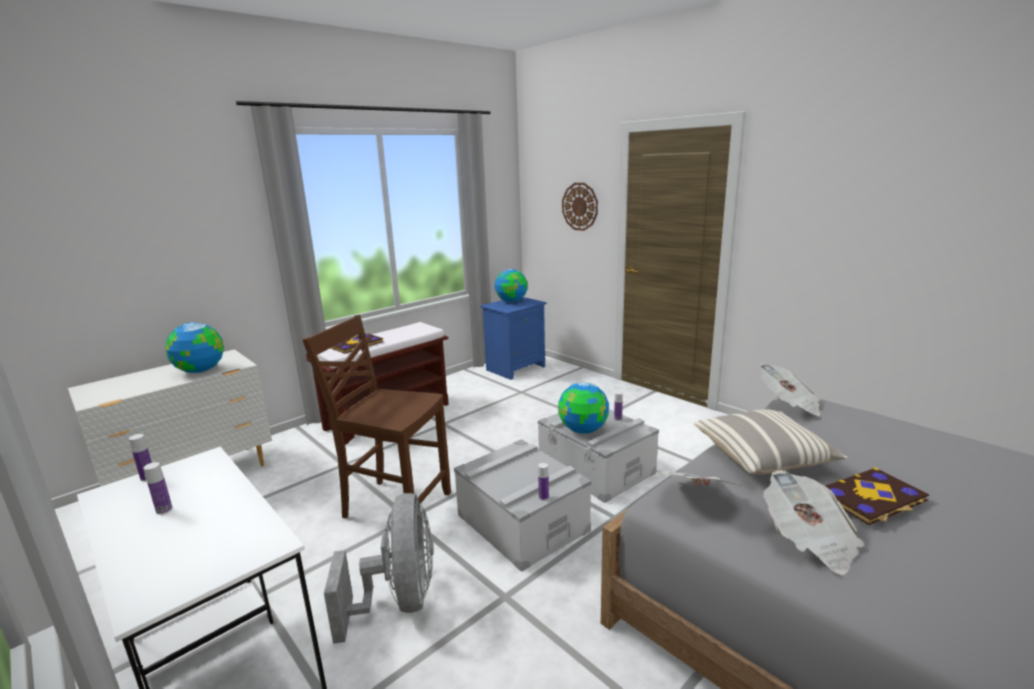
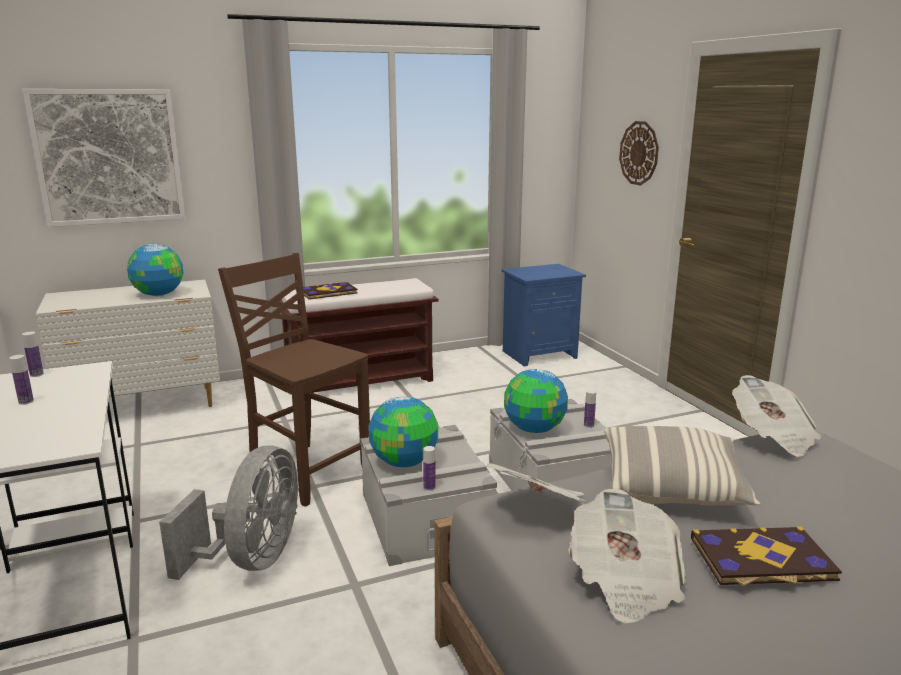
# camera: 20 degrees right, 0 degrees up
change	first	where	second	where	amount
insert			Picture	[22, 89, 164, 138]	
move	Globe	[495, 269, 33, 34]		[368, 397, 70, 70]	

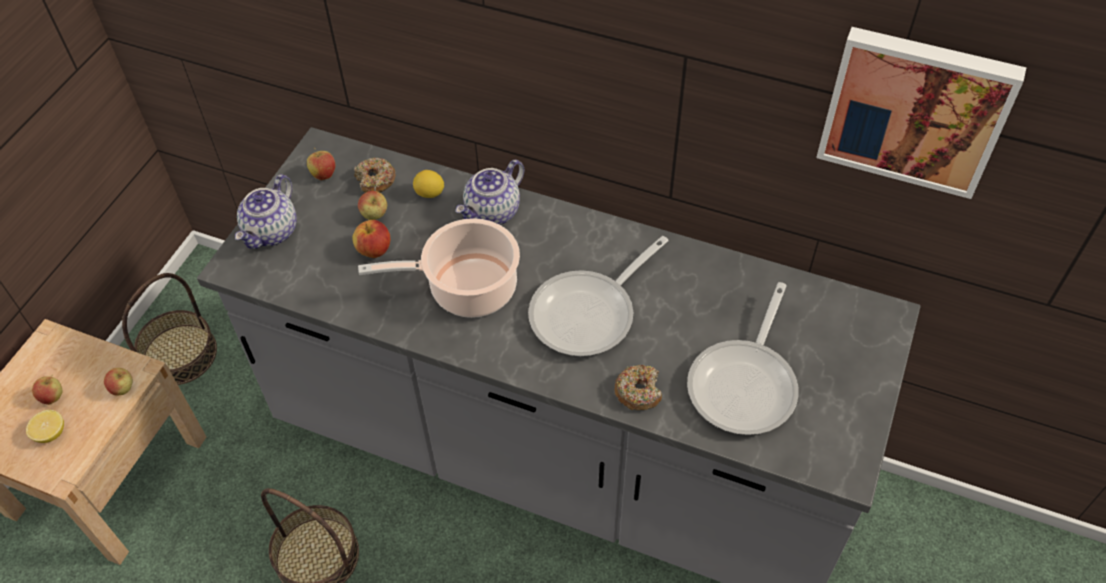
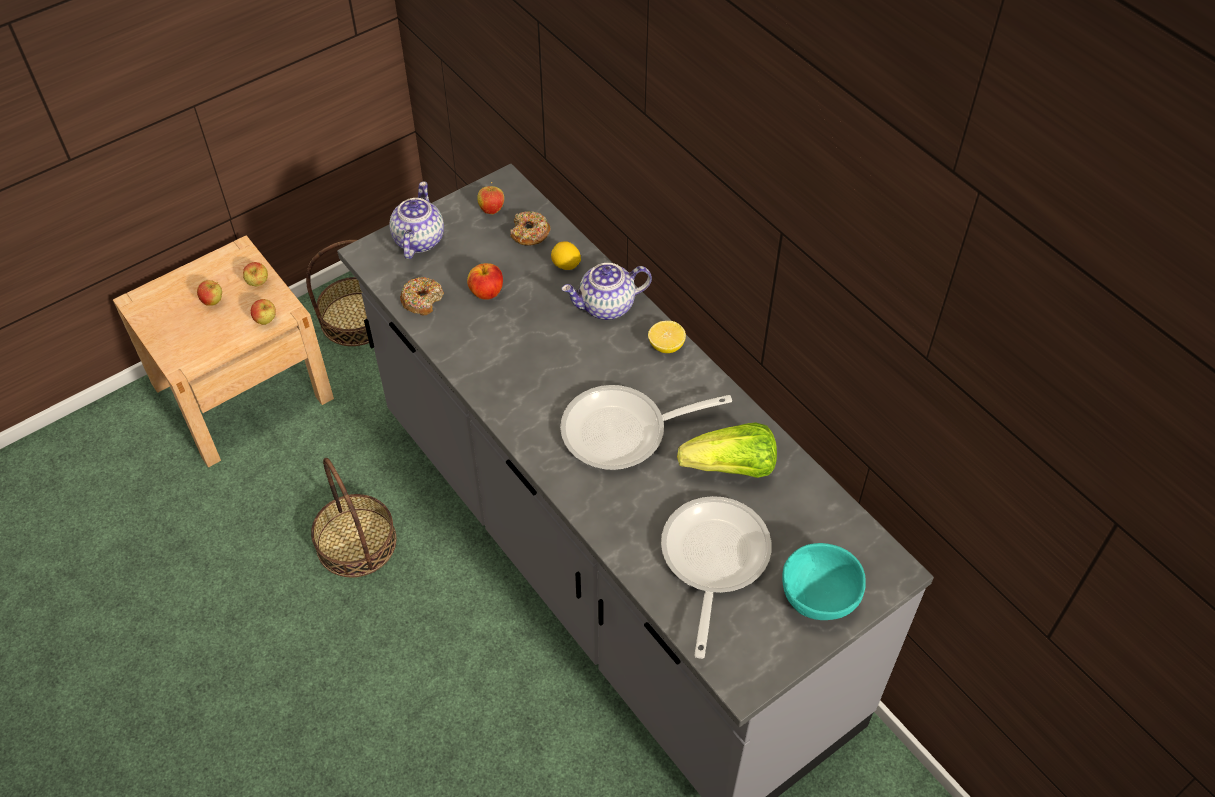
# camera: 30 degrees right, 0 degrees up
change	first	where	second	where	amount
delete	CookingPot	[358, 218, 162, 100]			
delete	Picture	[816, 27, 210, 172]			
insert			Lettuce	[677, 422, 100, 56]	
insert			TurquoiseBowl	[782, 543, 84, 77]	
move	Lemon	[26, 410, 38, 33]		[648, 321, 38, 32]	
move	Apple	[358, 191, 29, 29]		[243, 262, 25, 24]	
move	Donut	[615, 365, 47, 45]		[400, 277, 44, 39]	
rotate	Teapot	[235, 174, 62, 75]		[389, 181, 55, 78]	135 degrees clockwise
rotate	FryingPan	[687, 282, 112, 153]		[661, 496, 111, 163]	135 degrees clockwise

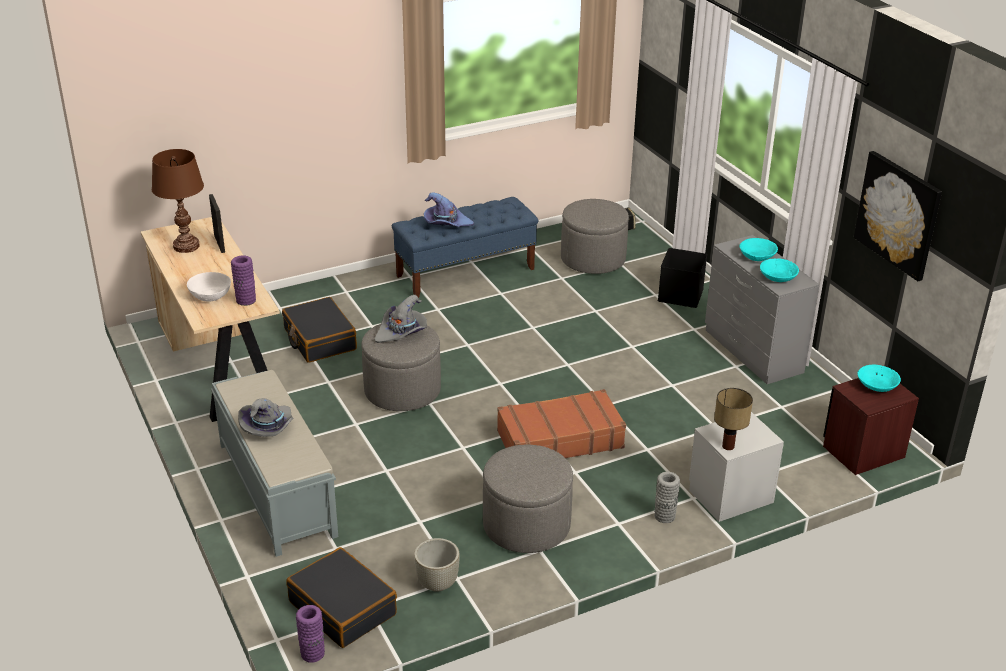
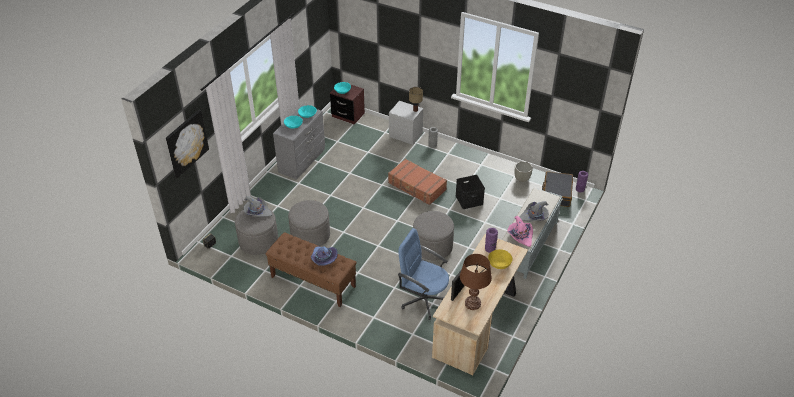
# camera: 125 degrees left, 10 degrees up
change	first	where	second	where	amount
insert			PinkHat	[507, 216, 26, 31]	
move	GreyHat	[375, 295, 52, 48]		[243, 196, 29, 21]	
move	GreyOttoman	[483, 445, 90, 108]		[288, 200, 42, 47]	
move	BlackStorageBox	[658, 248, 49, 60]		[455, 175, 30, 34]	
move	Picture	[854, 151, 88, 130]		[166, 110, 43, 68]	
replace	BlackSuitcase	[282, 297, 75, 66]	BlueOfficeChair	[398, 228, 51, 92]	
recolor	WhiteBowl	[187, 272, 44, 30]	YellowBowl	[488, 249, 25, 20]	
recolor	BlueBench	[392, 197, 146, 101]	BrownBench	[266, 232, 91, 75]	

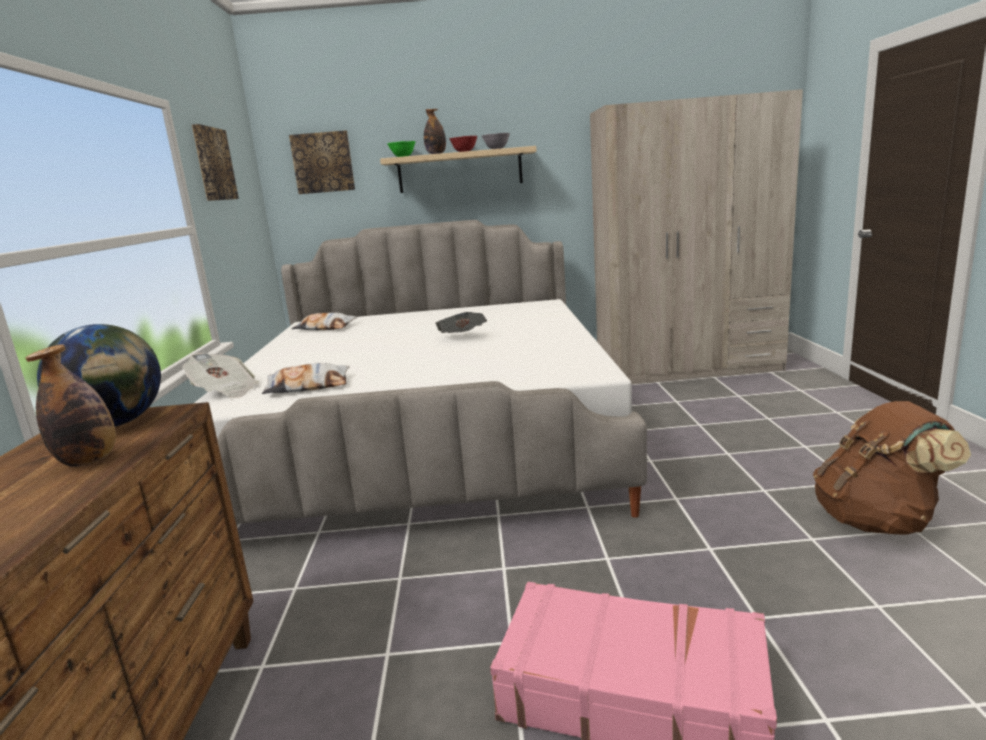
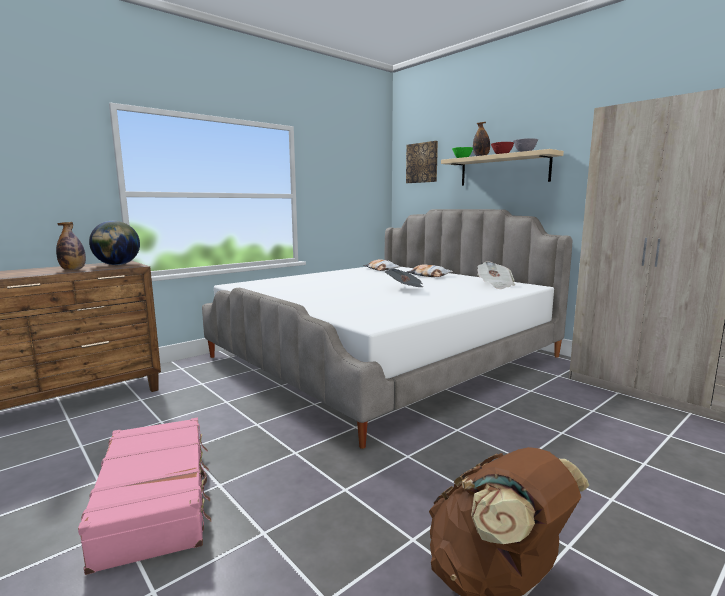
# camera: 50 degrees right, 5 degrees down
change	first	where	second	where	amount
delete	Picture	[192, 124, 47, 77]			
move	Newspaper	[182, 353, 77, 45]		[477, 261, 38, 28]	
move	Pillow	[262, 363, 88, 31]		[407, 265, 46, 12]	

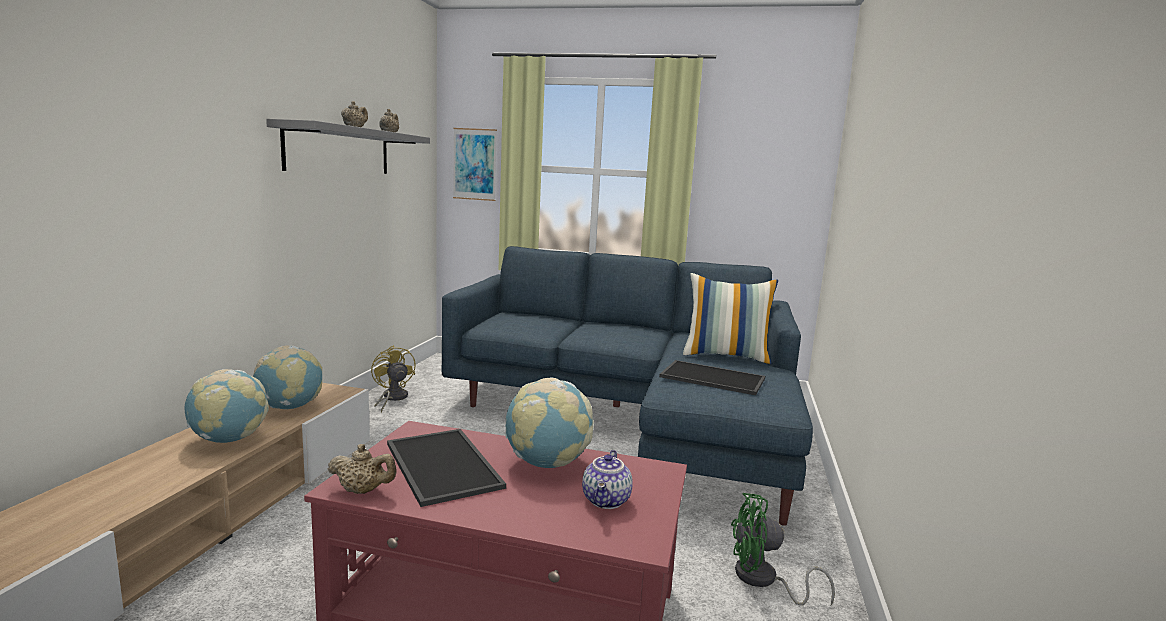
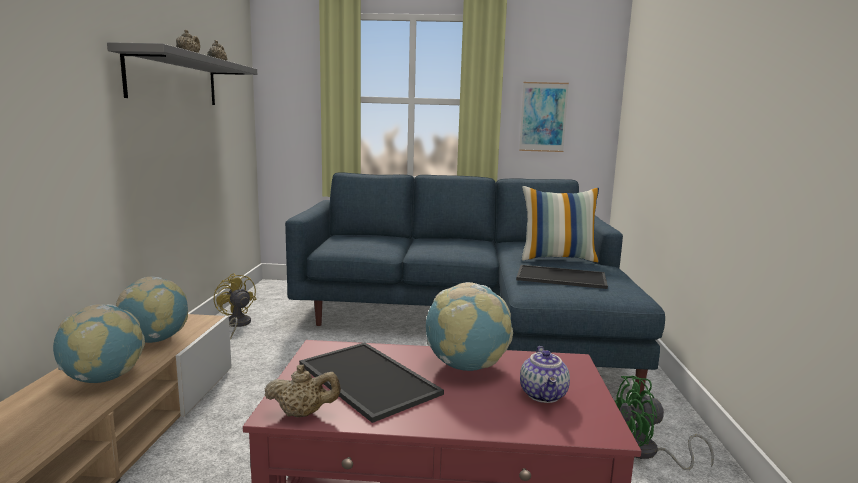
# camera: 10 degrees left, 0 degrees up
change	first	where	second	where	amount
move	Picture	[453, 128, 44, 73]		[519, 82, 50, 70]	

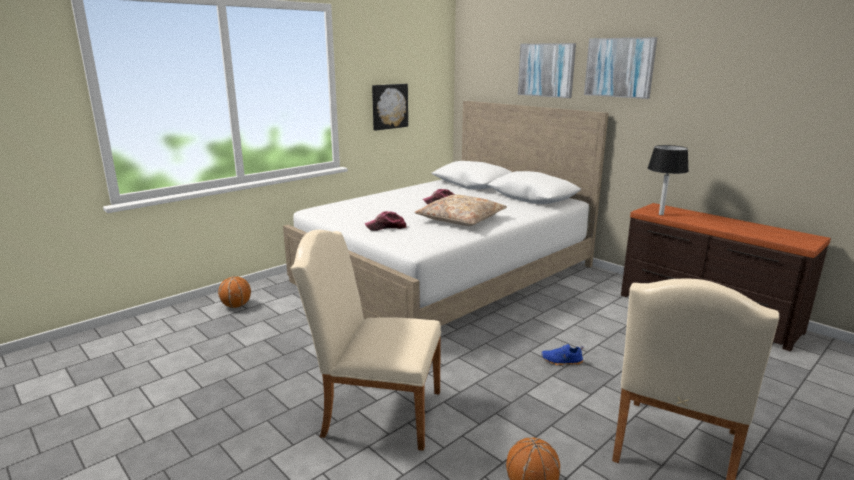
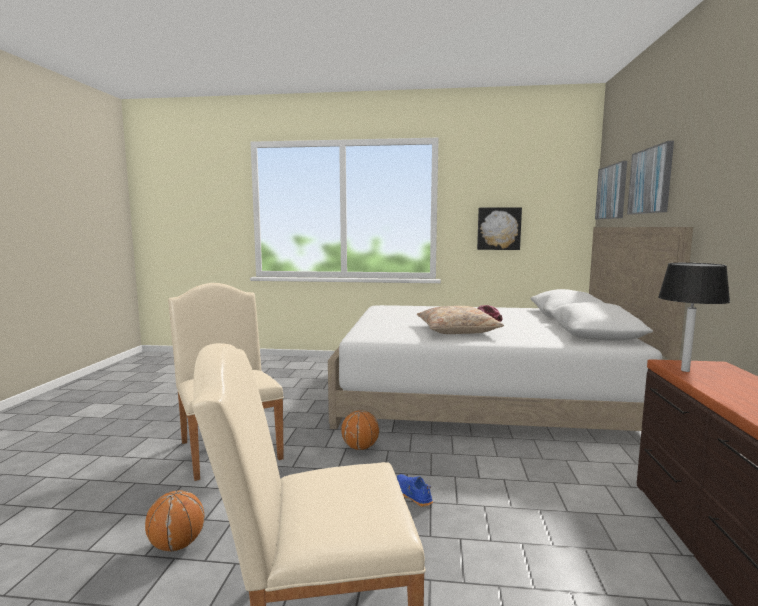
# camera: 50 degrees right, 10 degrees down
change	first	where	second	where	amount
delete	Cap	[365, 211, 41, 20]			
move	Basketball	[218, 276, 33, 32]		[341, 410, 38, 40]	
move	Picture	[584, 37, 73, 62]		[595, 161, 32, 58]	

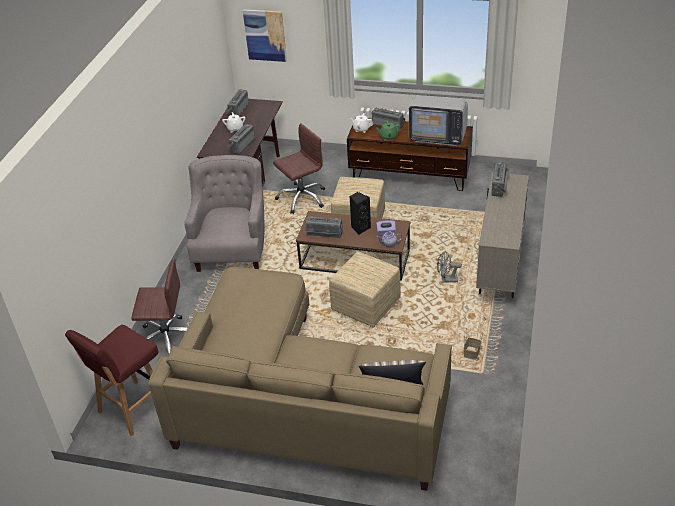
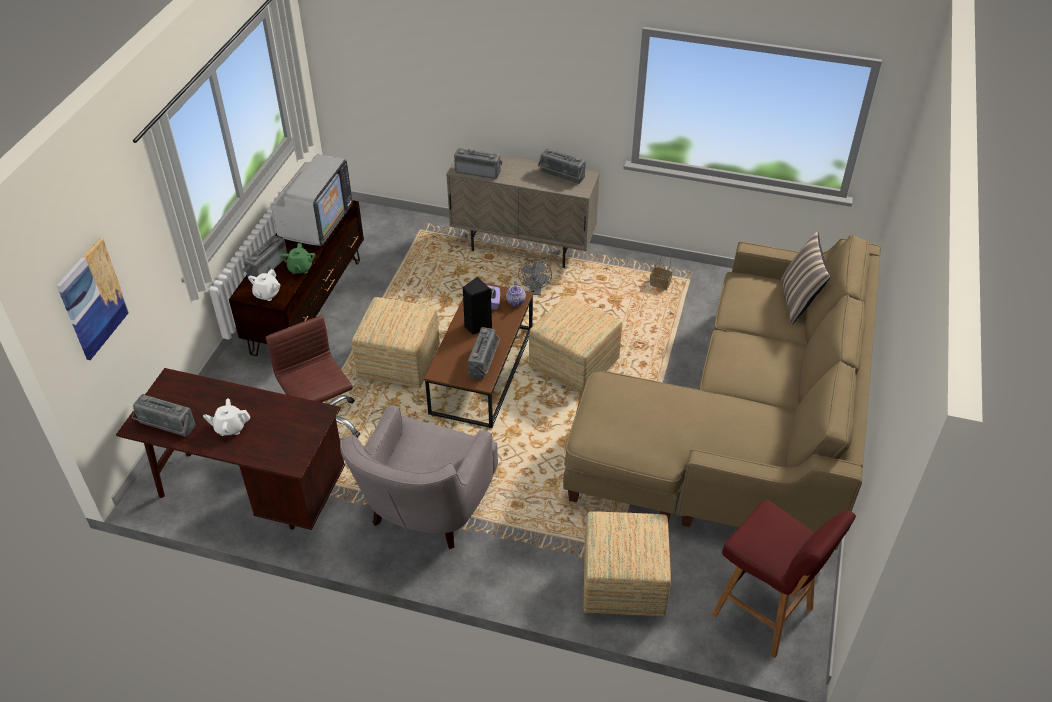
# camera: 90 degrees left, 5 degrees up
change	first	where	second	where	amount
move	Radio	[227, 124, 28, 31]		[538, 148, 48, 36]	
replace	BrownOfficeChair	[131, 258, 57, 97]	Ottoman	[584, 511, 87, 106]	
rotate	GreyArmchair	[184, 155, 80, 117]		[340, 404, 158, 145]	75 degrees counterclockwise

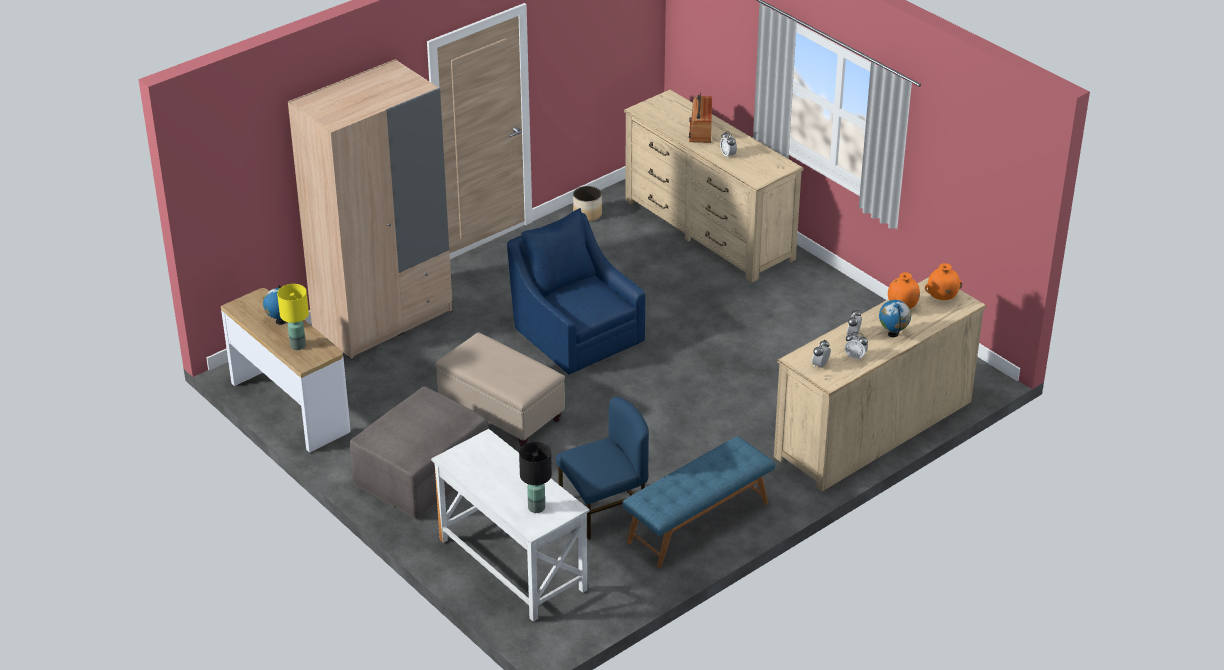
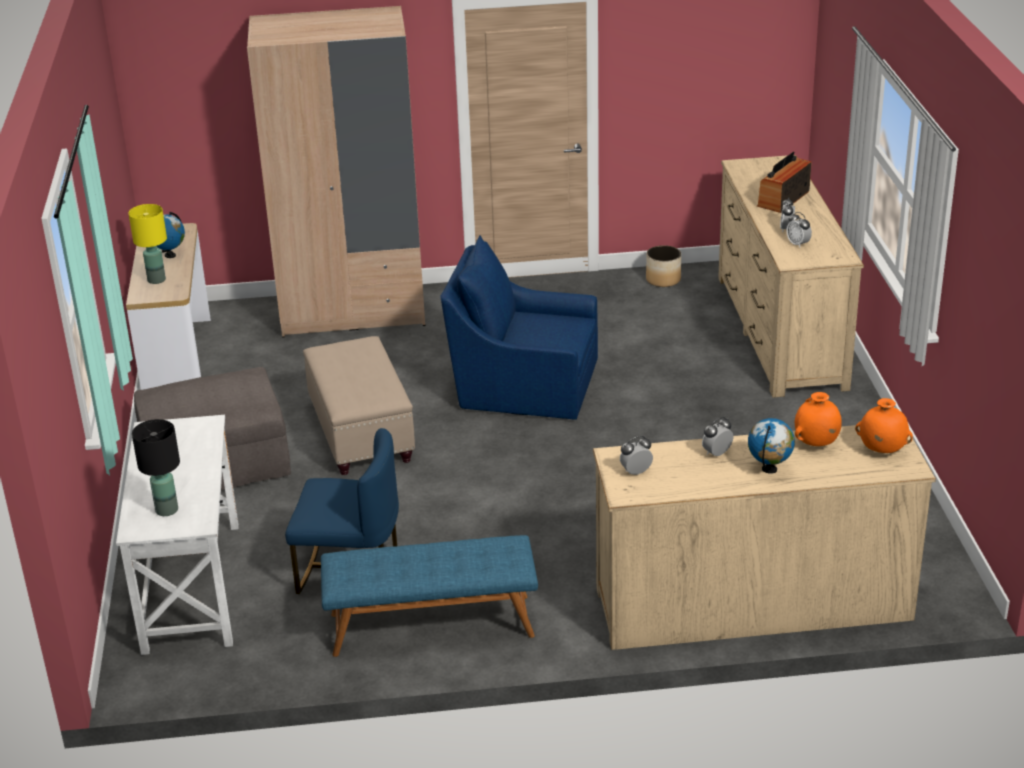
# camera: 35 degrees right, 5 degrees down
change	first	where	second	where	amount
move	AlarmClock	[845, 332, 23, 28]		[786, 212, 26, 35]	
rotate	BlueArmchair	[507, 208, 138, 167]		[440, 235, 158, 185]	75 degrees counterclockwise

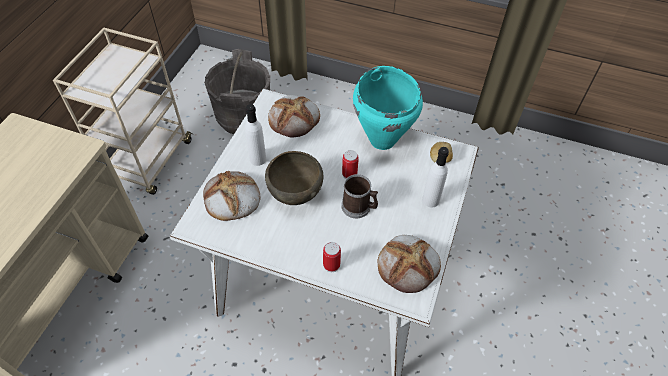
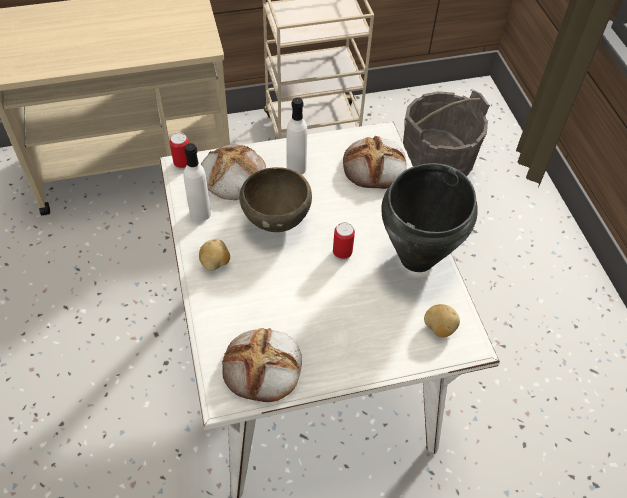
# camera: 55 degrees right, 0 degrees up
change	first	where	second	where	amount
delete	Mug	[341, 174, 37, 44]			
insert			Potato	[199, 239, 31, 31]	
move	Can	[323, 242, 18, 30]		[170, 132, 19, 38]	
move	WhiteBottle	[422, 147, 27, 61]		[184, 143, 27, 79]	
recolor	TurquoiseCookingPot	[353, 66, 70, 84]	BlackCookingPot	[381, 163, 97, 109]	

